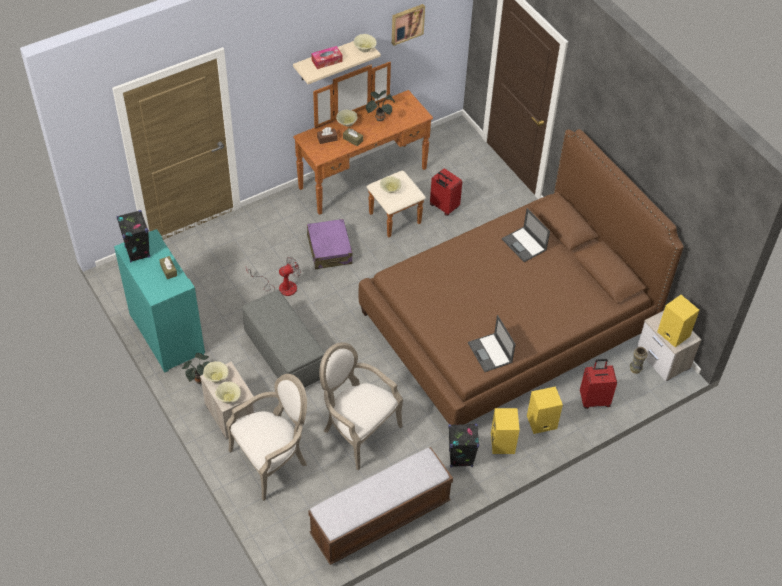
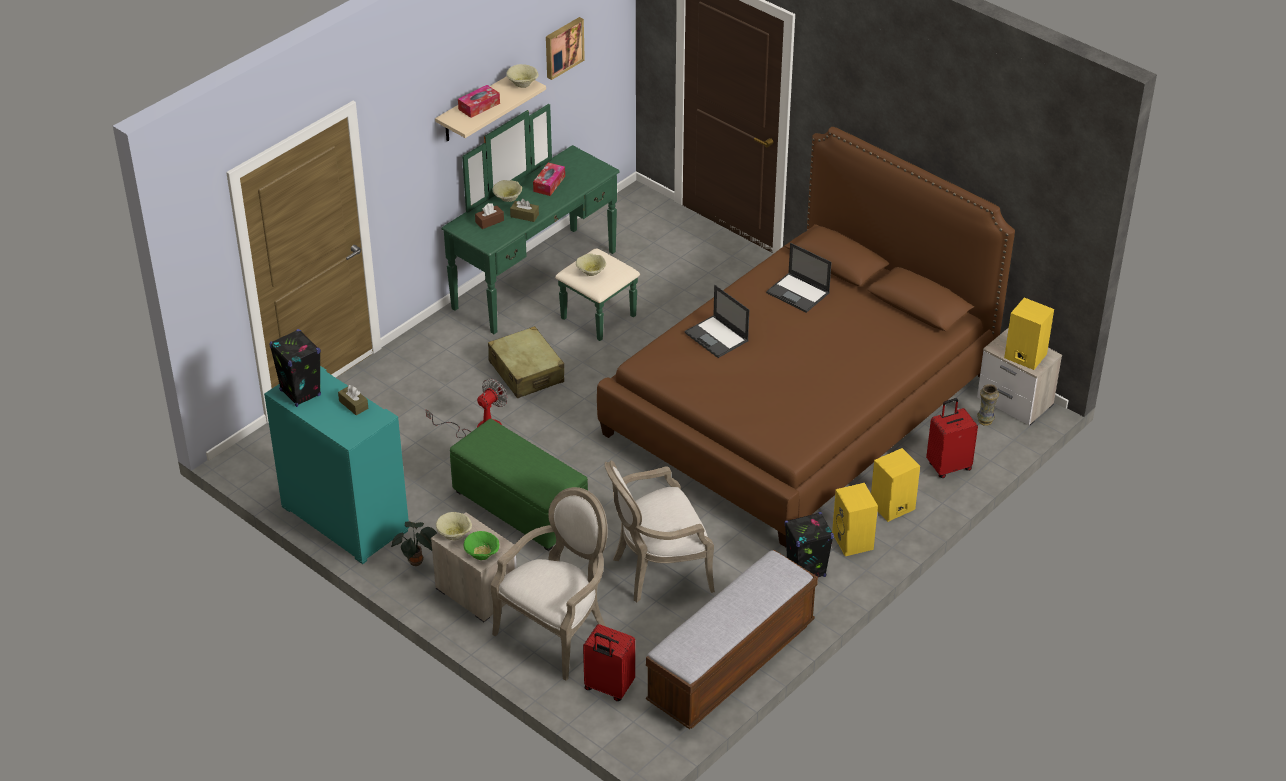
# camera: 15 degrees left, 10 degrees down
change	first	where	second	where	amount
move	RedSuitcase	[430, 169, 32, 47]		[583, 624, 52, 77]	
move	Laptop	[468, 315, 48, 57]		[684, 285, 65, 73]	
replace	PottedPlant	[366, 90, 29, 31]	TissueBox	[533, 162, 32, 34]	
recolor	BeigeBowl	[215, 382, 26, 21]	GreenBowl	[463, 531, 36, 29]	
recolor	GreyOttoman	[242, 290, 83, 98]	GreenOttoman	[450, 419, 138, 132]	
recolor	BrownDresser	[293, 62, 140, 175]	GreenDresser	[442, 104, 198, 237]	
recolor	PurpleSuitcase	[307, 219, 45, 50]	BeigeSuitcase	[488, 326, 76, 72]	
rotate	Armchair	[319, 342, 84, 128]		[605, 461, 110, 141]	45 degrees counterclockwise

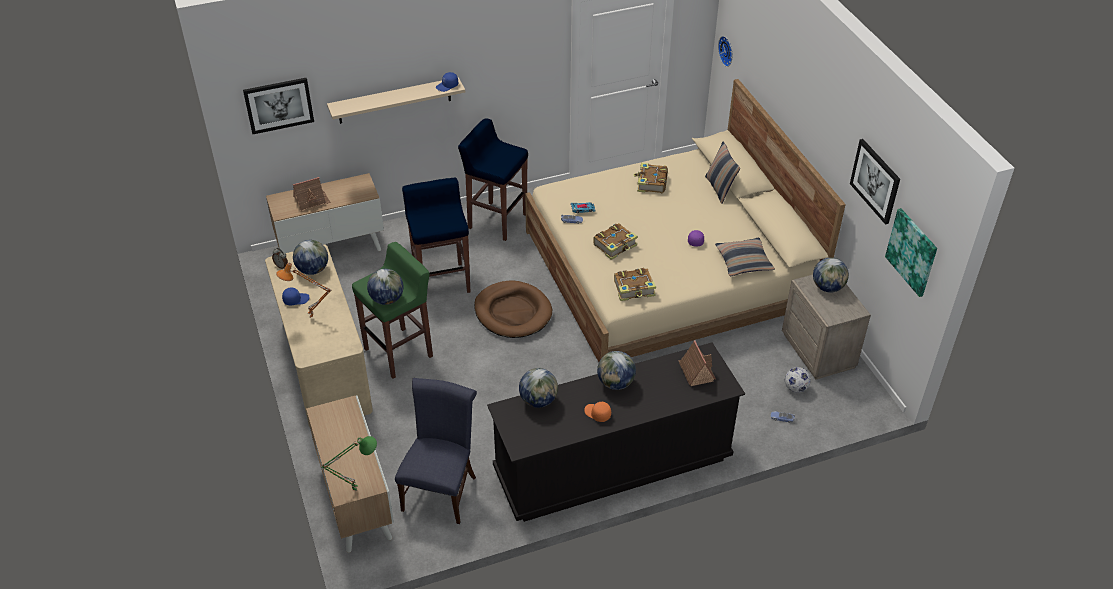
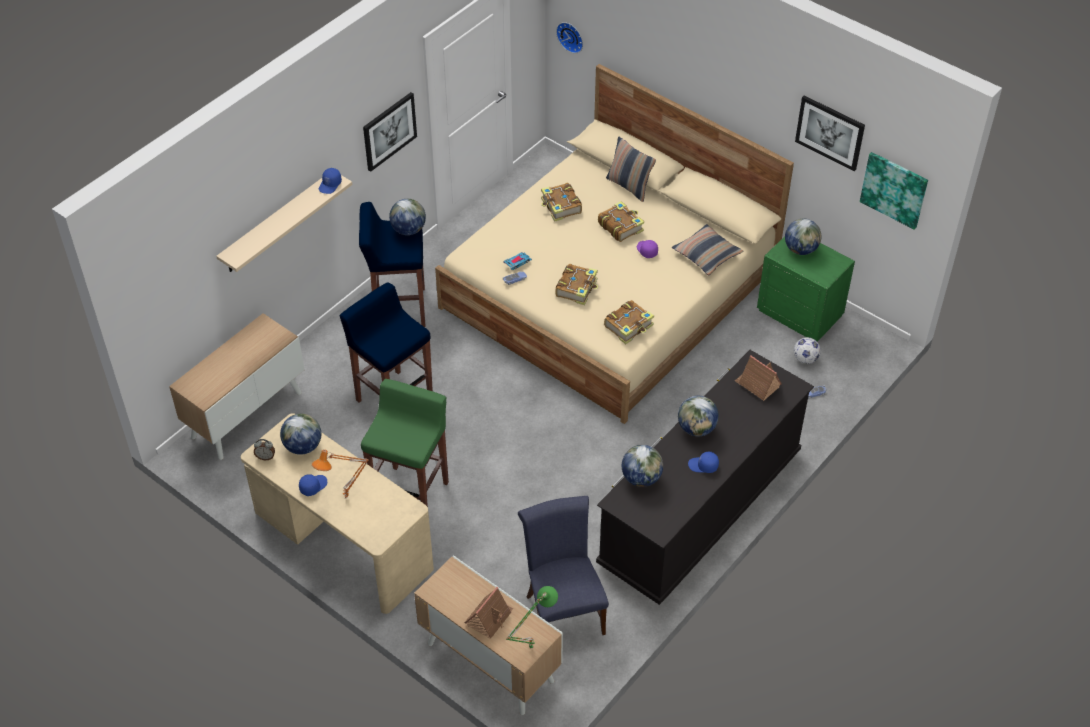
# camera: 30 degrees left, 5 degrees up
change	first	where	second	where	amount
delete	BrownDogBed	[474, 280, 78, 58]			
insert			Book	[598, 201, 46, 41]	
move	Picture	[243, 78, 71, 56]		[363, 92, 54, 80]	
move	ToyHouse	[293, 177, 38, 34]		[465, 587, 48, 51]	
move	Globe	[367, 269, 37, 36]		[389, 199, 37, 36]	
recolor	OrangeCap	[584, 402, 27, 20]	BlueCap	[688, 452, 31, 21]	
recolor	BeigeNightstand	[782, 275, 89, 104]	GreenNightstand	[757, 236, 98, 106]	

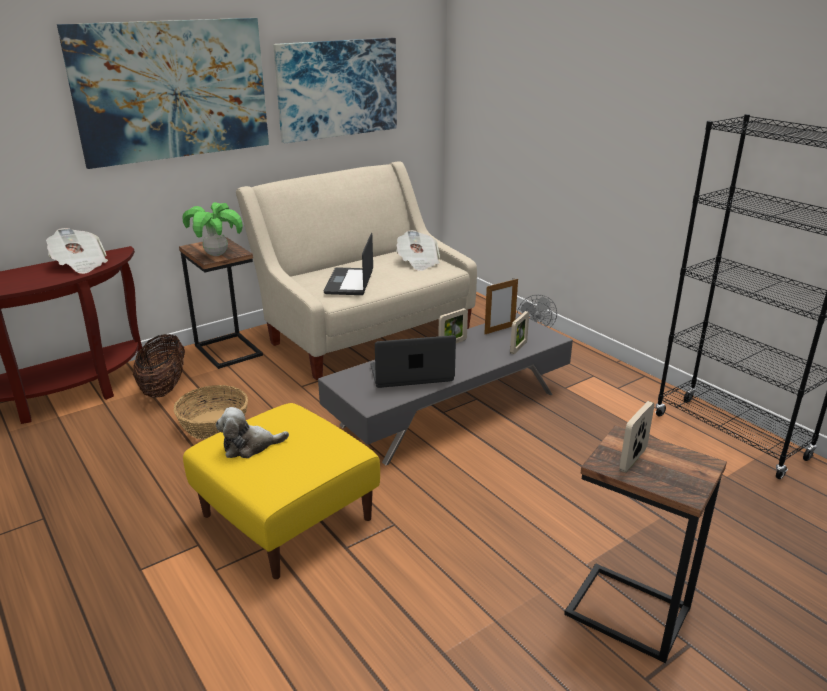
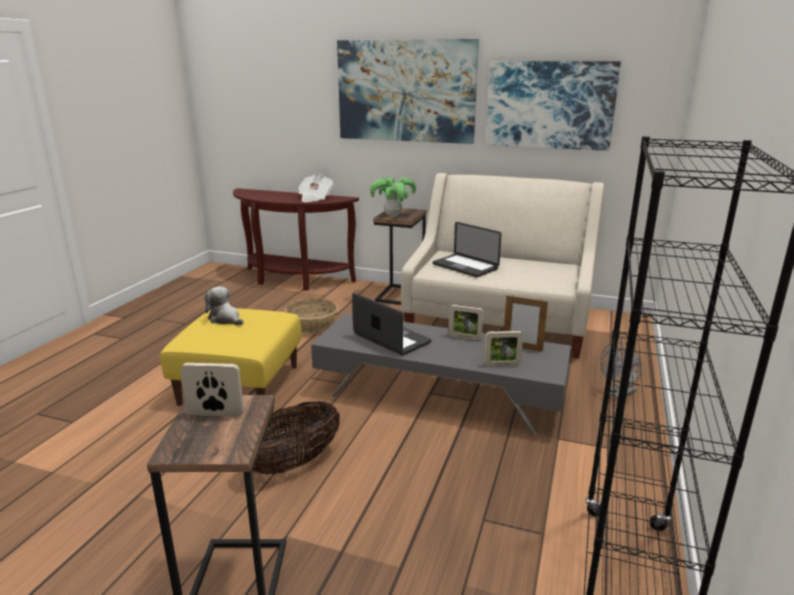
# camera: 55 degrees right, 5 degrees down
change	first	where	second	where	amount
delete	Newspaper	[396, 230, 44, 41]			
move	Basket	[133, 334, 52, 63]		[252, 401, 88, 74]	
rotate	Laptop	[324, 233, 49, 62]		[433, 222, 69, 55]	105 degrees counterclockwise

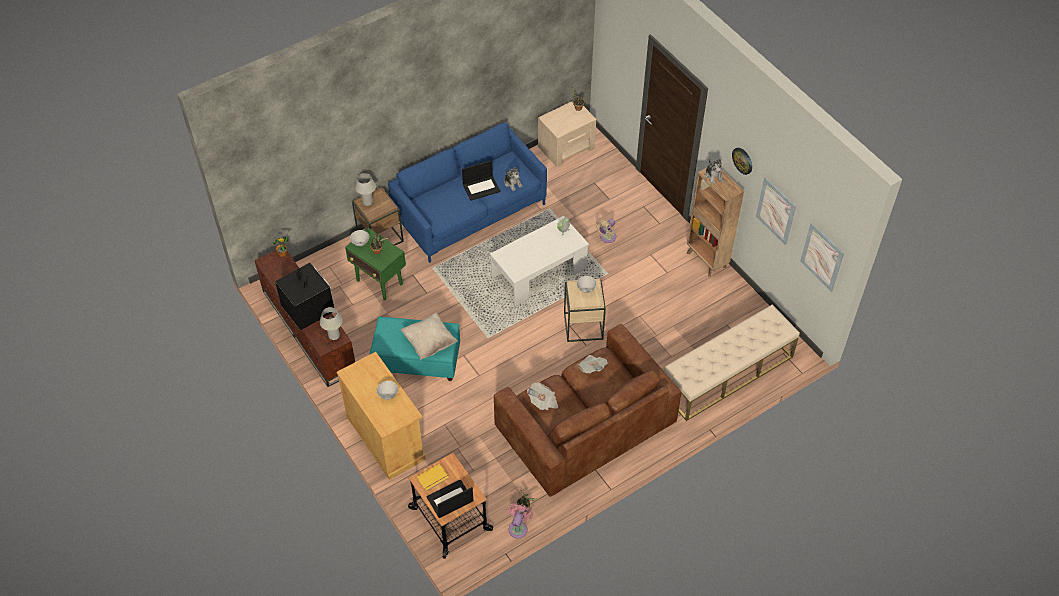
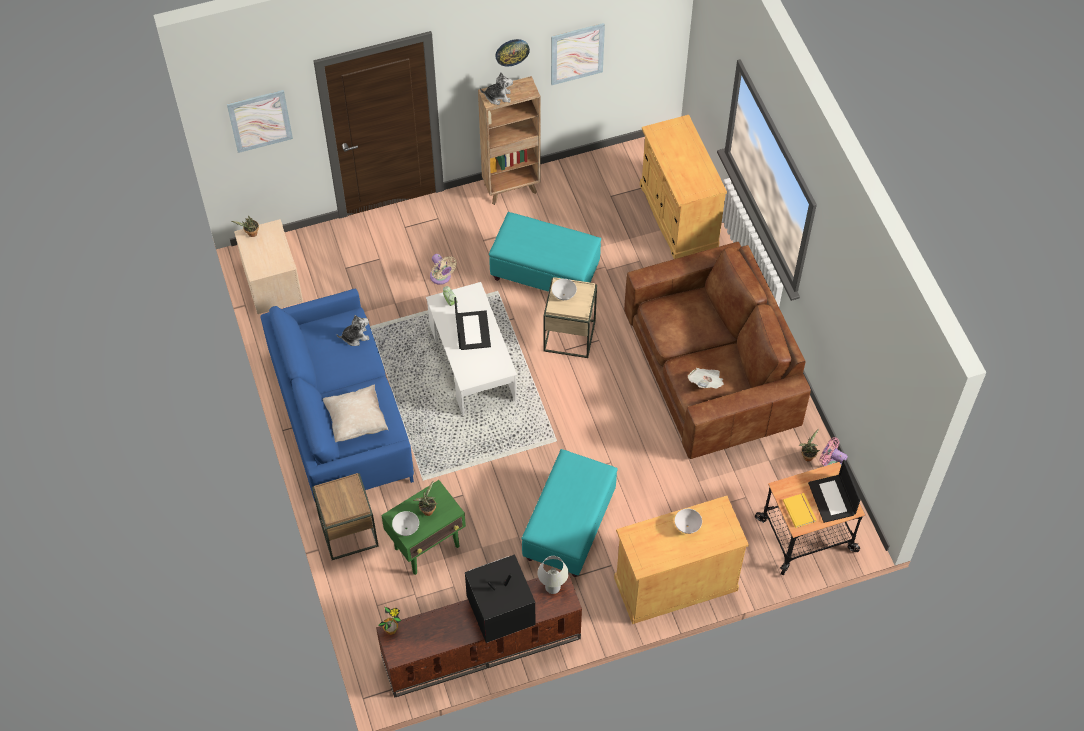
# camera: 75 degrees left, 5 degrees up
change	first	where	second	where	amount
delete	WhiteTableLamp	[355, 173, 21, 33]			
delete	Newspaper	[577, 355, 31, 18]			
insert			TurquoiseOttoman	[489, 212, 112, 80]	
move	BeigePillow	[400, 312, 58, 48]		[323, 385, 65, 57]	
move	Laptop	[462, 160, 39, 41]		[454, 297, 37, 53]	
move	Picture	[800, 223, 44, 69]		[227, 90, 66, 63]	
replace	BeigeBench	[663, 305, 137, 116]	BeigeCabinet	[640, 115, 87, 144]	

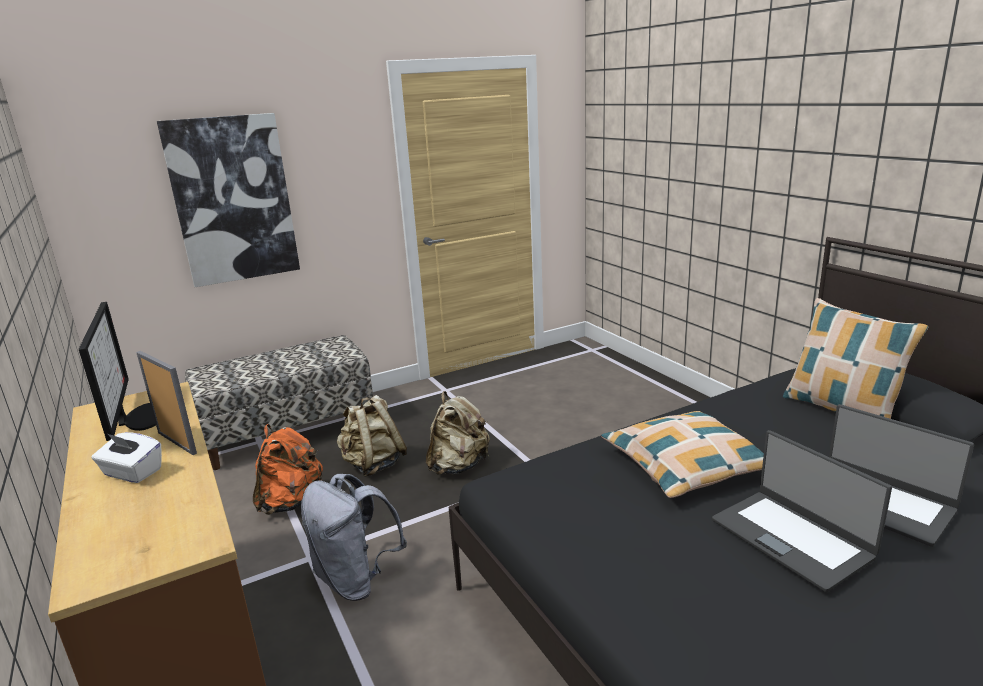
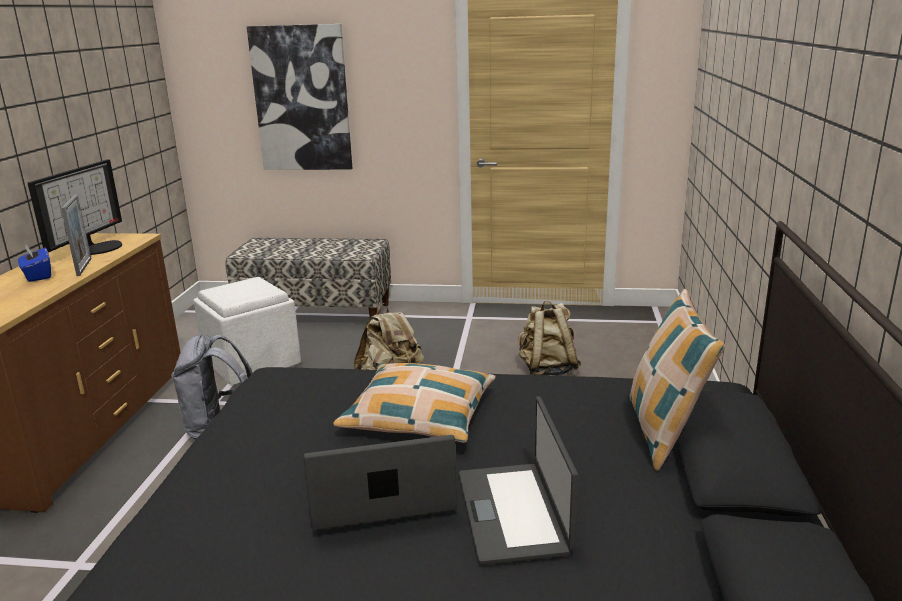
# camera: 35 degrees right, 0 degrees up
change	first	where	second	where	amount
move	BeigeBackpack	[337, 395, 70, 82]		[518, 301, 63, 75]	
replace	OrangeBackpack	[253, 424, 70, 91]	WhiteOttoman	[193, 277, 108, 108]	
recolor	WhiteTissueBox	[91, 432, 71, 51]	BlueTissueBox	[18, 244, 33, 38]	
rotate	Laptop	[712, 430, 180, 162]		[303, 435, 154, 96]	75 degrees clockwise

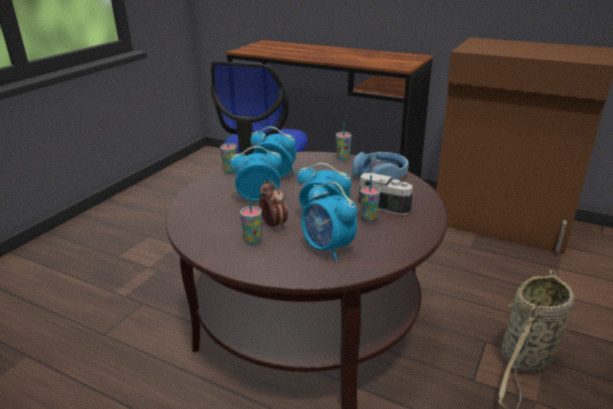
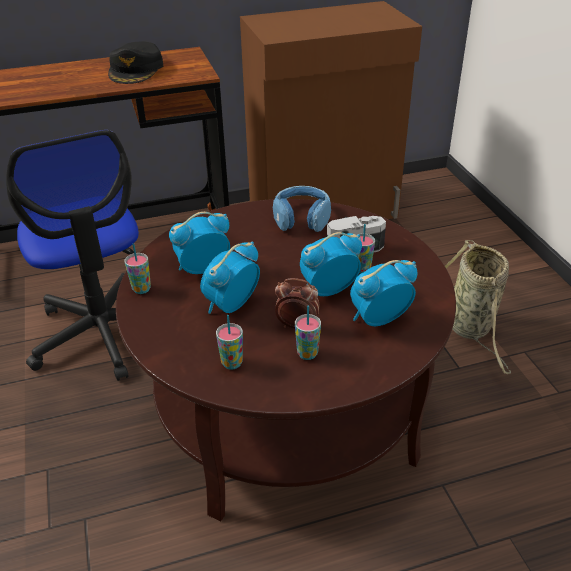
# camera: 45 degrees left, 10 degrees up
change	first	where	second	where	amount
insert			BlackCap	[108, 42, 55, 42]	
move	Cup	[336, 122, 16, 39]		[216, 315, 27, 55]	
rotate	AlarmClock	[301, 181, 56, 79]		[350, 260, 68, 66]	150 degrees clockwise

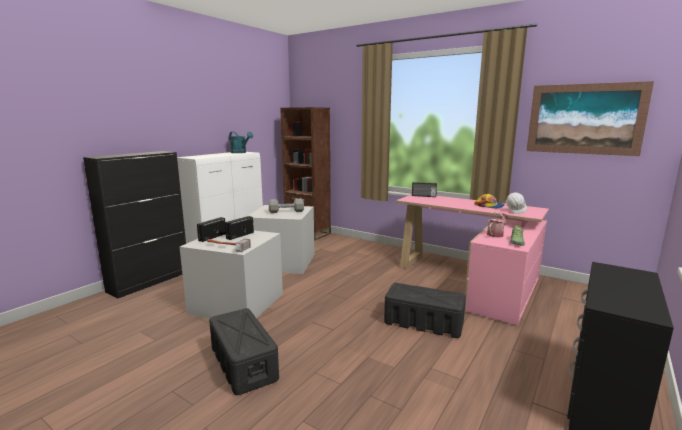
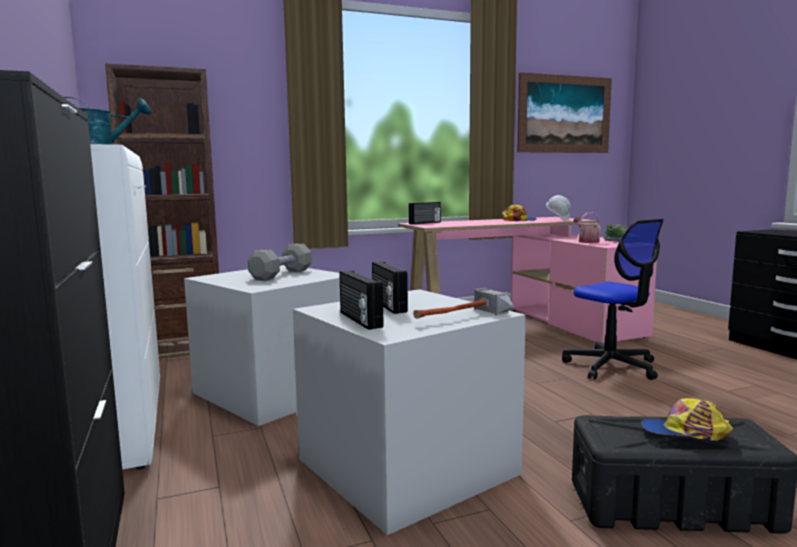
# camera: 55 degrees left, 5 degrees down
change	first	where	second	where	amount
insert			Cap	[641, 398, 92, 43]	
replace	BlackStorageBox	[384, 283, 82, 55]	OfficeChair	[562, 219, 102, 161]	

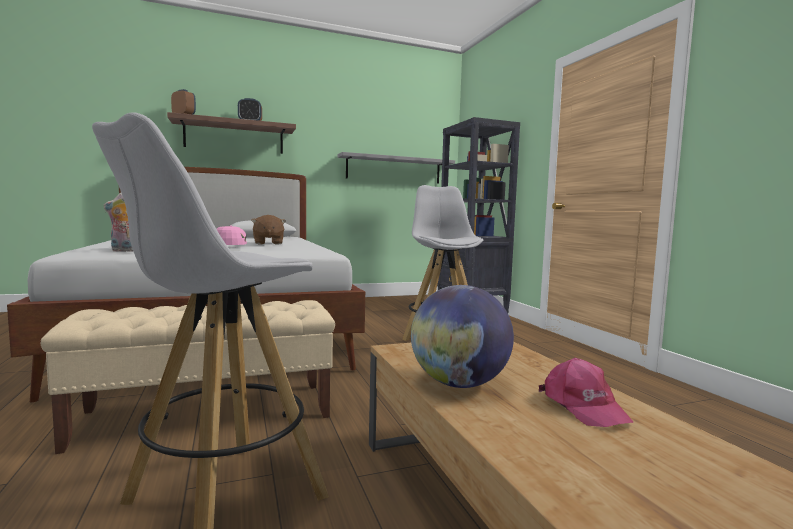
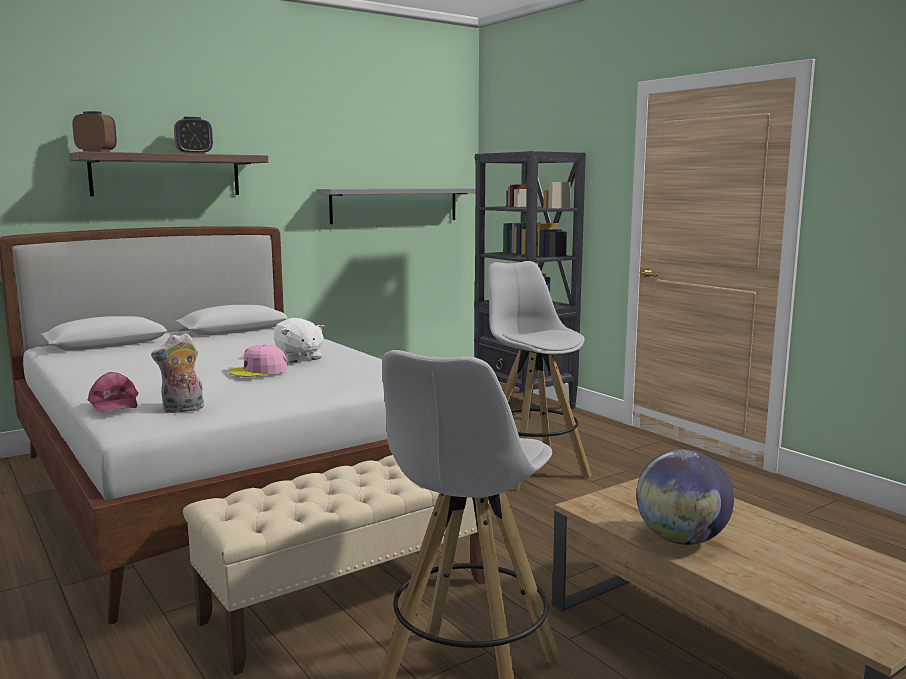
# camera: 15 degrees left, 5 degrees up
change	first	where	second	where	amount
move	PinkCap	[539, 358, 95, 69]		[88, 372, 50, 41]	
recolor	BrownPlushToy	[251, 215, 35, 30]	WhitePlushToy	[274, 318, 51, 45]	

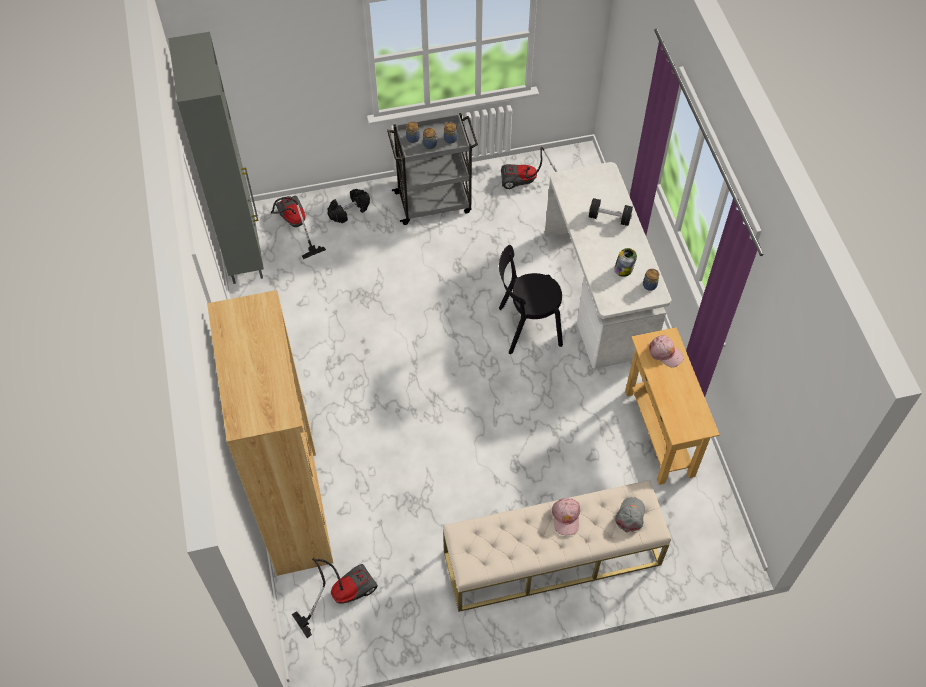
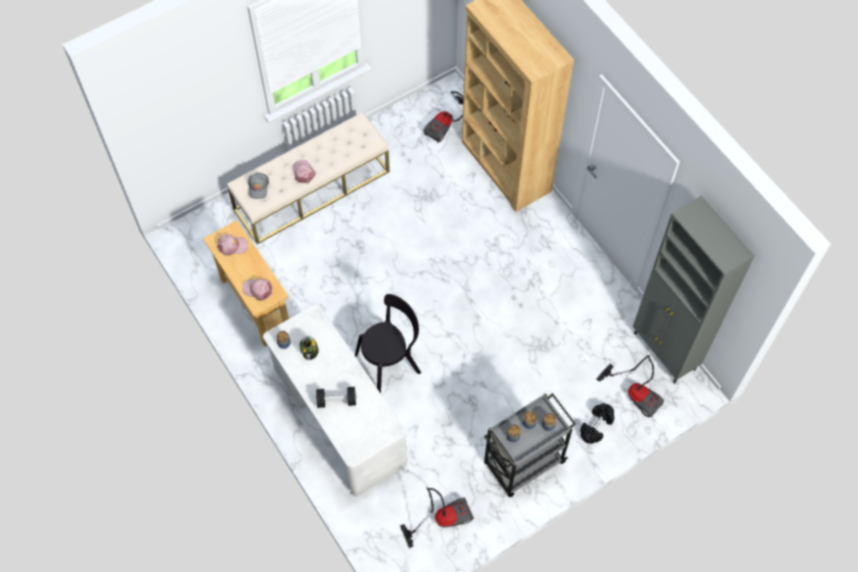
# camera: 160 degrees right, 5 degrees up
change	first	where	second	where	amount
insert			PinkCap	[217, 235, 31, 21]	

